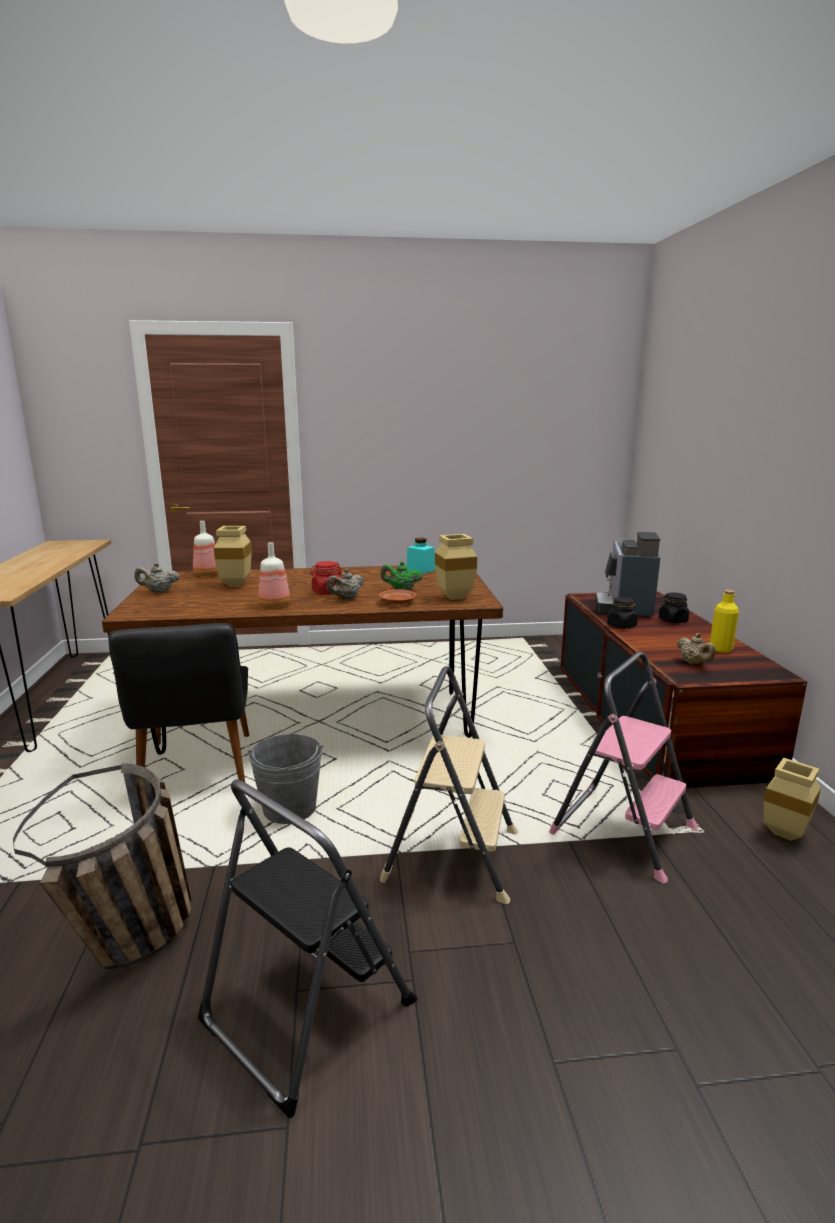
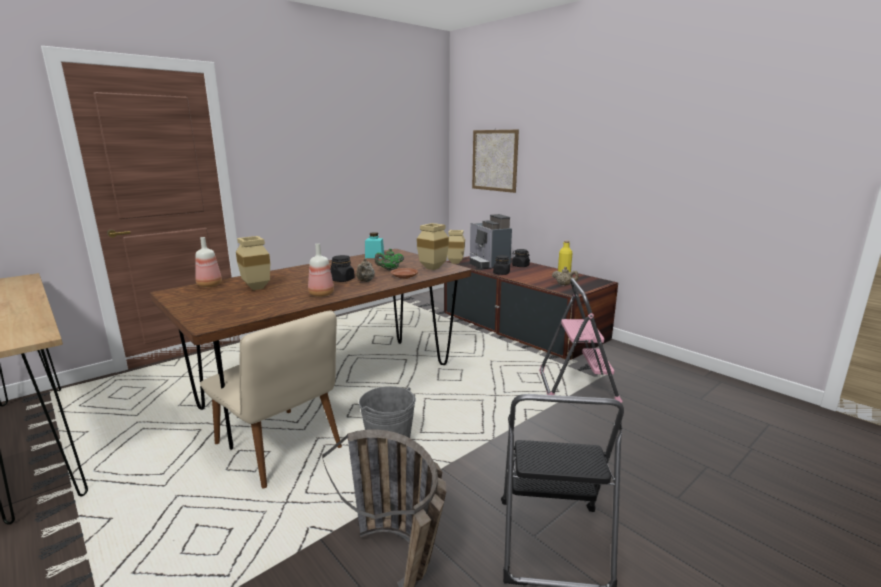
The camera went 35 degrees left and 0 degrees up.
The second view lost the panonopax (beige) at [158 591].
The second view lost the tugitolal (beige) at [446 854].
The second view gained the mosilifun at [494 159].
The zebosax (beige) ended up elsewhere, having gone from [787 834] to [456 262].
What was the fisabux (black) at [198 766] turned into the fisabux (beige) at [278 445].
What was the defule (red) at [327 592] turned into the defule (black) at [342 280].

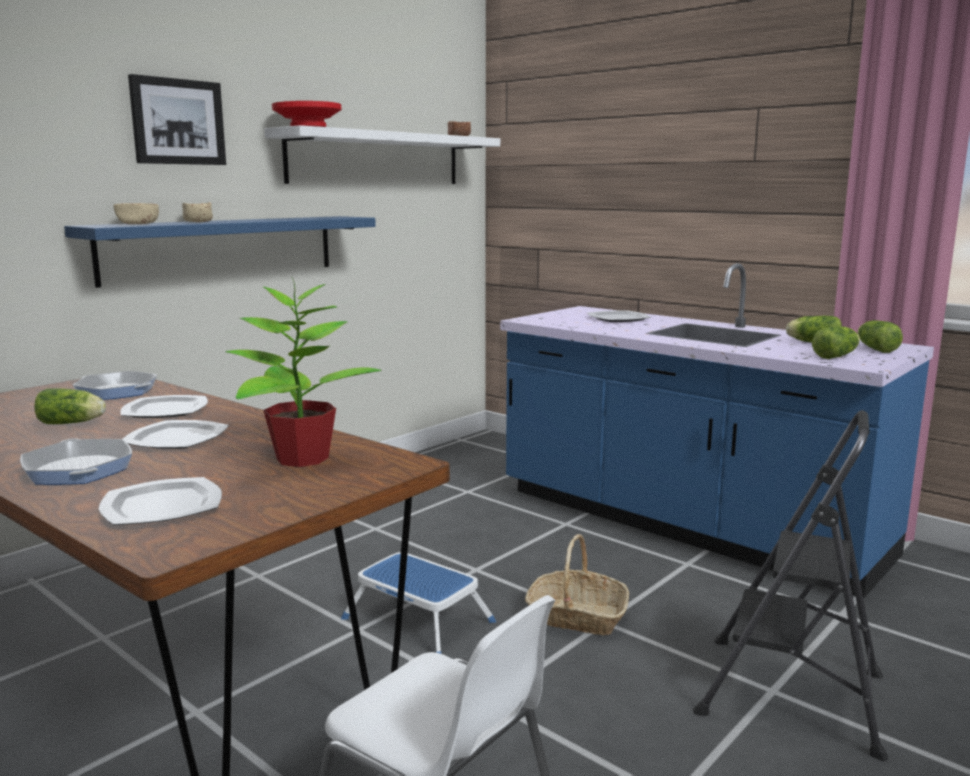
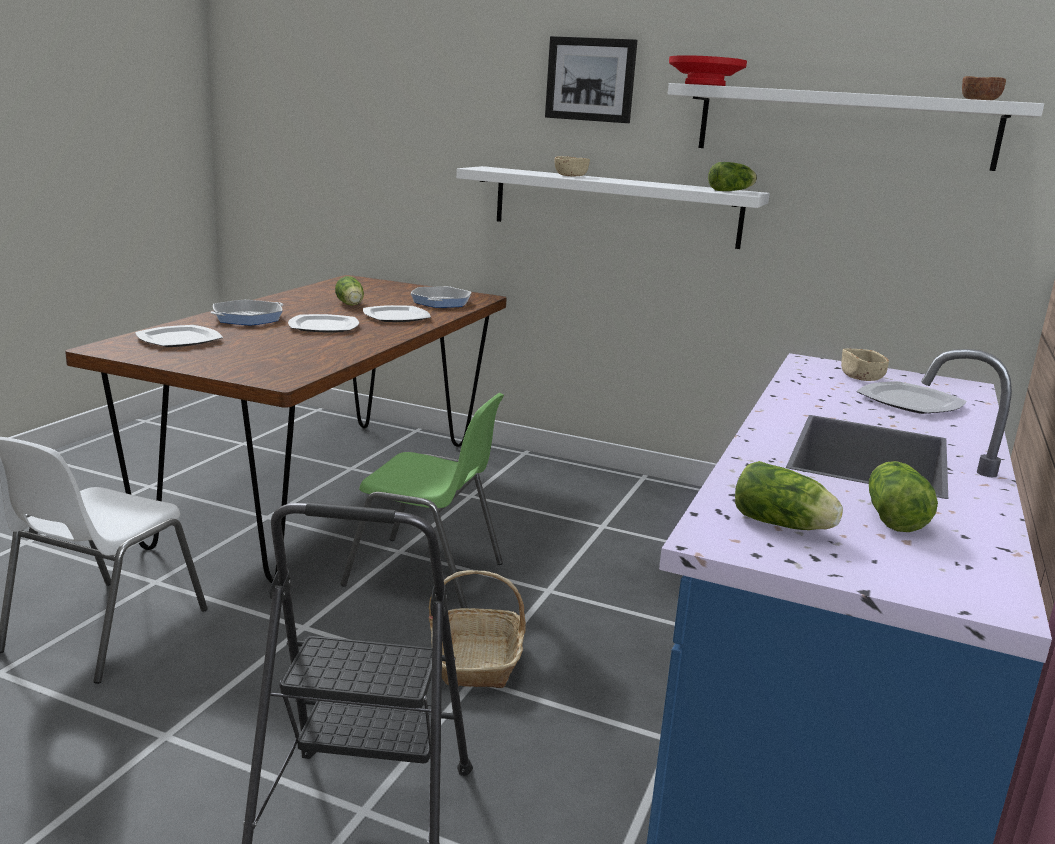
The camera went 70 degrees right and 5 degrees up.
The second view lost the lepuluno at [300 458].
The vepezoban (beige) ended up elsewhere, having gone from [138 224] to [861 377].
The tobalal ended up elsewhere, having gone from [875 349] to [732 191].
Where the tugitolal (blue) stood at [417 620], the fisabux (green) came to stand at [427 575].
What was the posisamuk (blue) at [222 248] turned into the posisamuk (white) at [615 206].

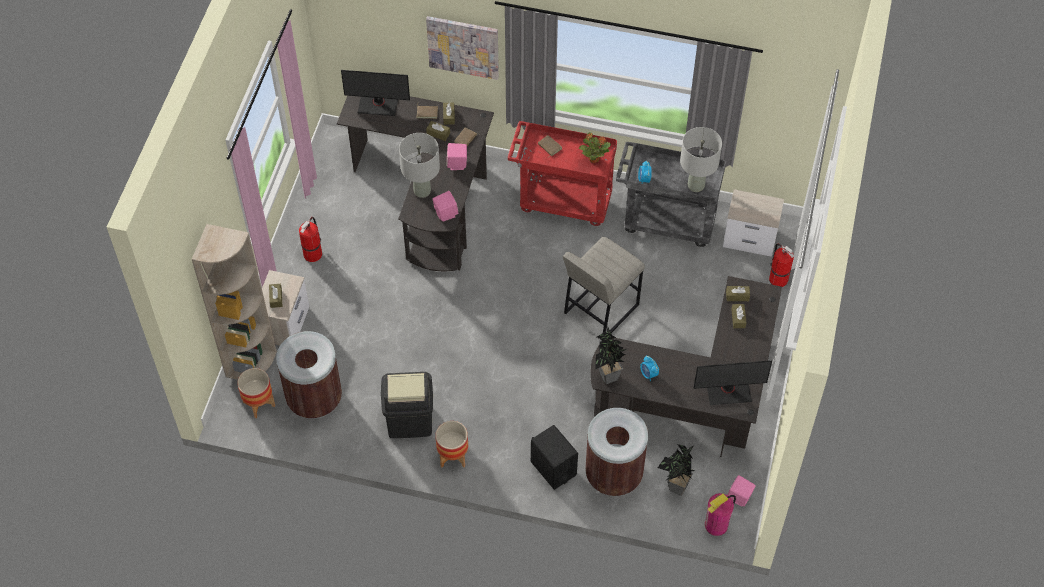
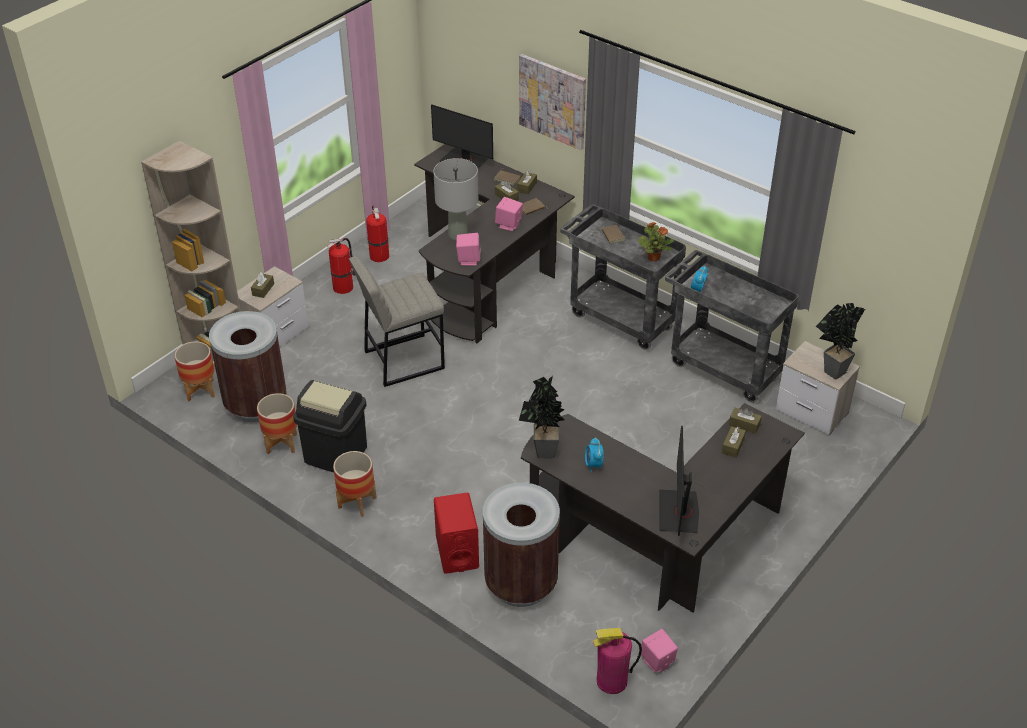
The camera went 25 degrees right and 15 degrees down.
The second view lost the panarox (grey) at [695 185].
The second view gained the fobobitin at [282 443].
The fisabux (grey) ended up elsewhere, having gone from [600 310] to [402 361].
The lepuluno ended up elsewhere, having gone from [675 489] to [831 372].
The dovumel ended up elsewhere, having gone from [777 278] to [379 255].
What was the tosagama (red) at [561 205] turned into the tosagama (grey) at [617 321].
What was the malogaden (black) at [553 468] turned into the malogaden (red) at [457 552].
The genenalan at [728 391] ended up facing another way, 75 degrees clockwise from before.

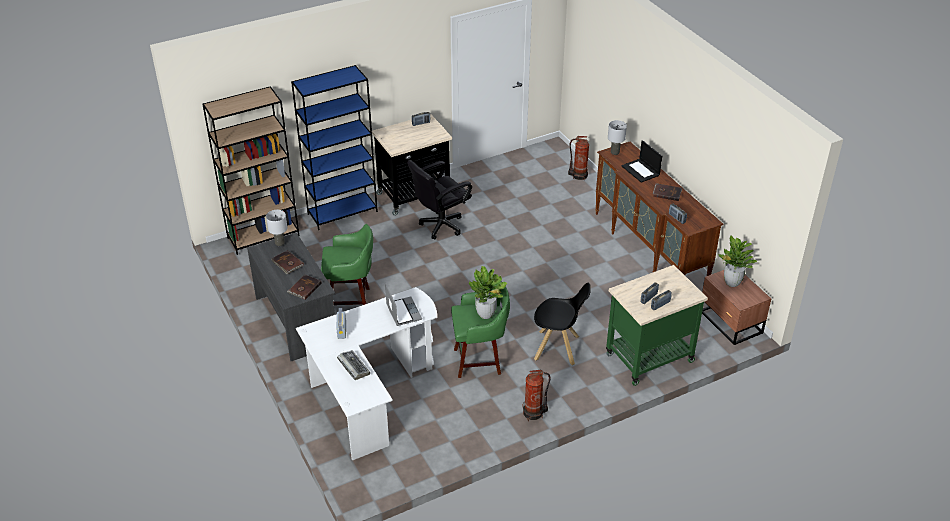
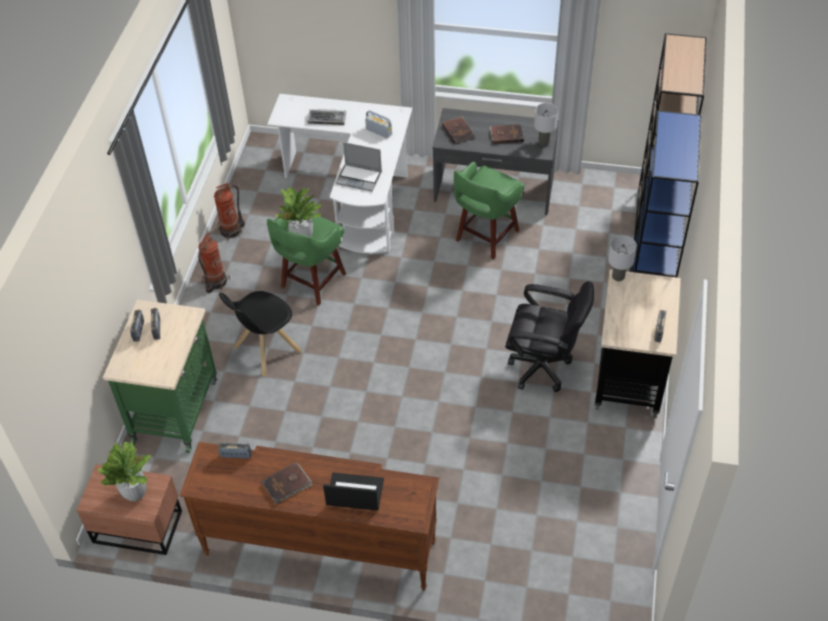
The camera went 130 degrees right and 10 degrees up.
The dovumel ended up elsewhere, having gone from [579 175] to [232 230].
The panarox (white) ended up elsewhere, having gone from [615 153] to [617 277].
The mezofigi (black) at [440 227] ended up facing another way, 105 degrees clockwise from before.

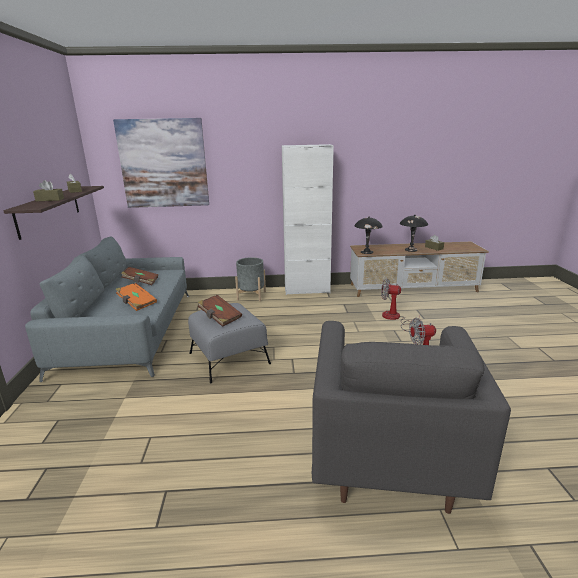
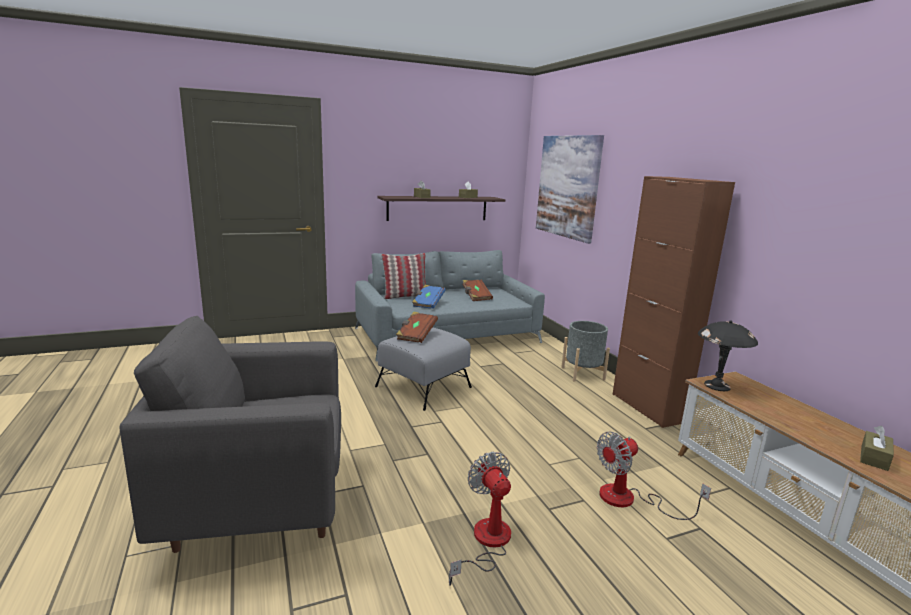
The camera went 70 degrees right and 5 degrees down.
The second view lost the panarox (black) at [411 249].
The second view gained the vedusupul at [405 296].
What was the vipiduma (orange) at [136 303] turned into the vipiduma (blue) at [428 303].
What was the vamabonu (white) at [307 290] turned into the vamabonu (brown) at [648 408].
The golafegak at [394 318] ended up facing another way, 120 degrees counterclockwise from before.

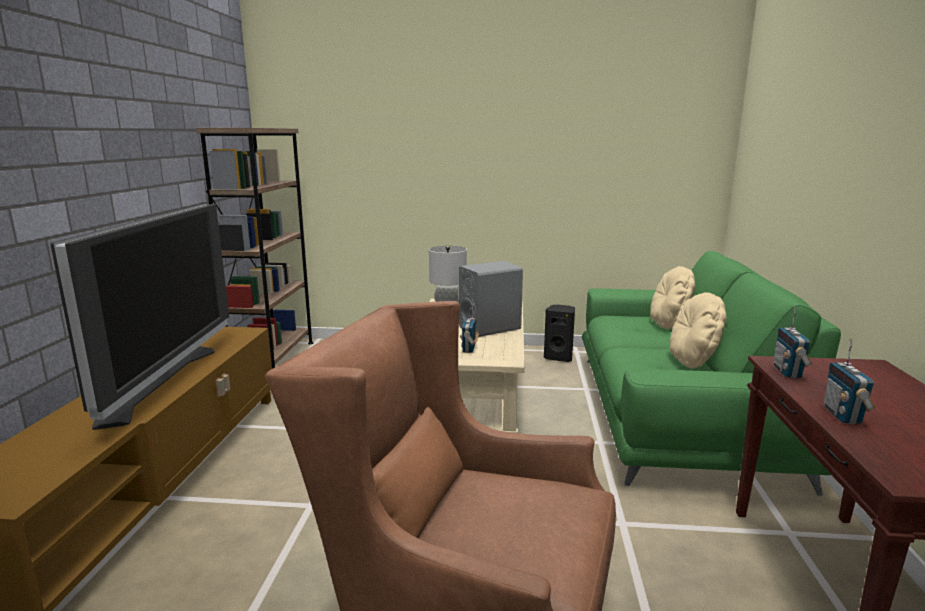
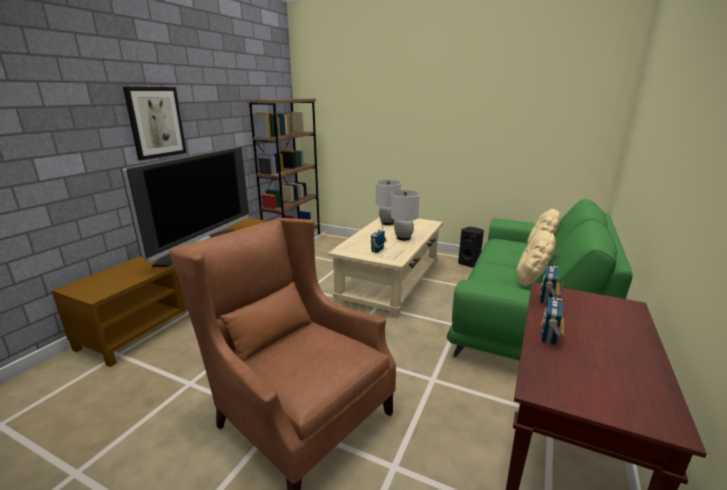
The camera went 20 degrees right and 5 degrees up.
The second view gained the mosilifun at [156 122].
Where the malogaden (grey) stood at [490 328], the panarox (white) came to stand at [403 238].

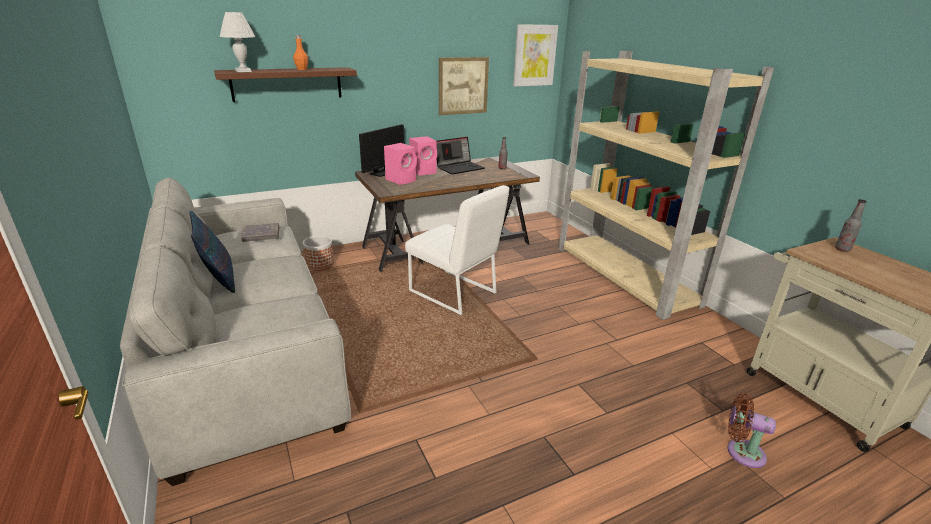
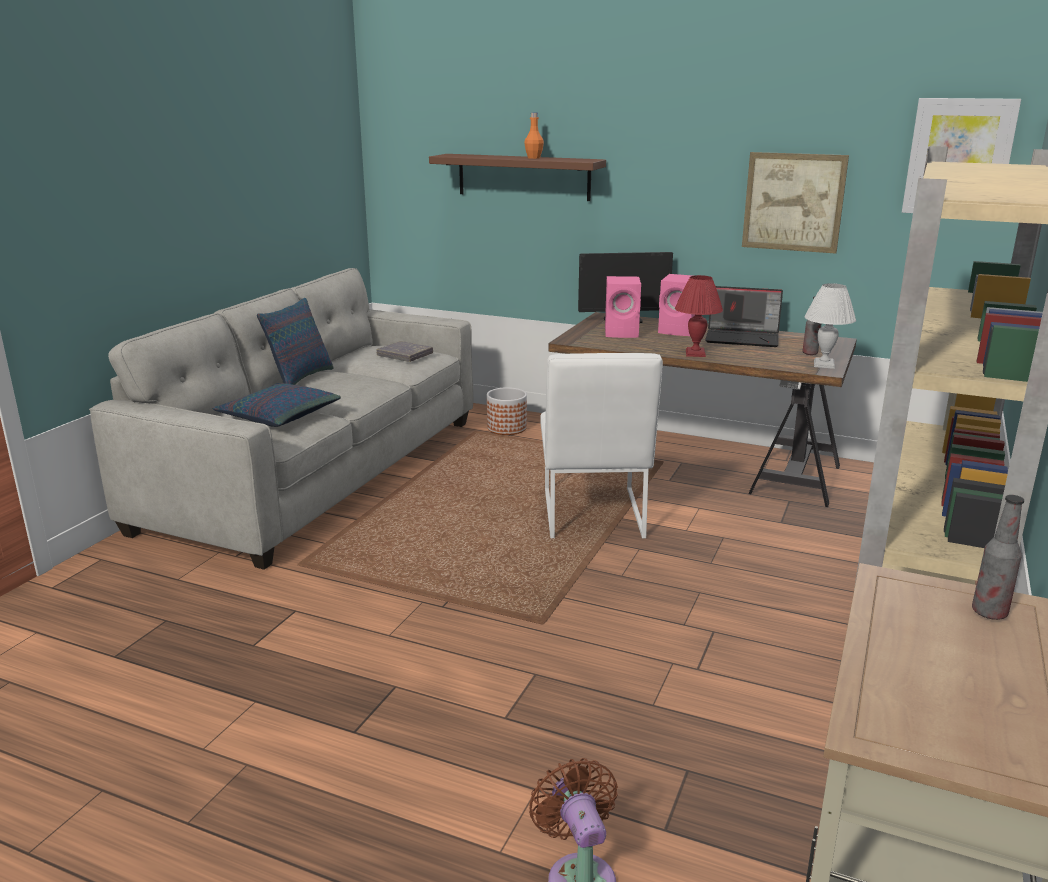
The camera went 50 degrees right and 5 degrees down.
The second view gained the vedusupul (blue) at [279 416].
The second view gained the panarox (red) at [695 353].
The panarox (white) ended up elsewhere, having gone from [243 71] to [824 365].

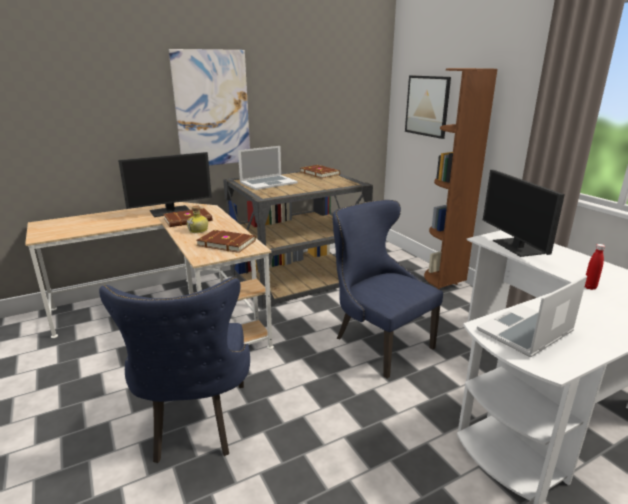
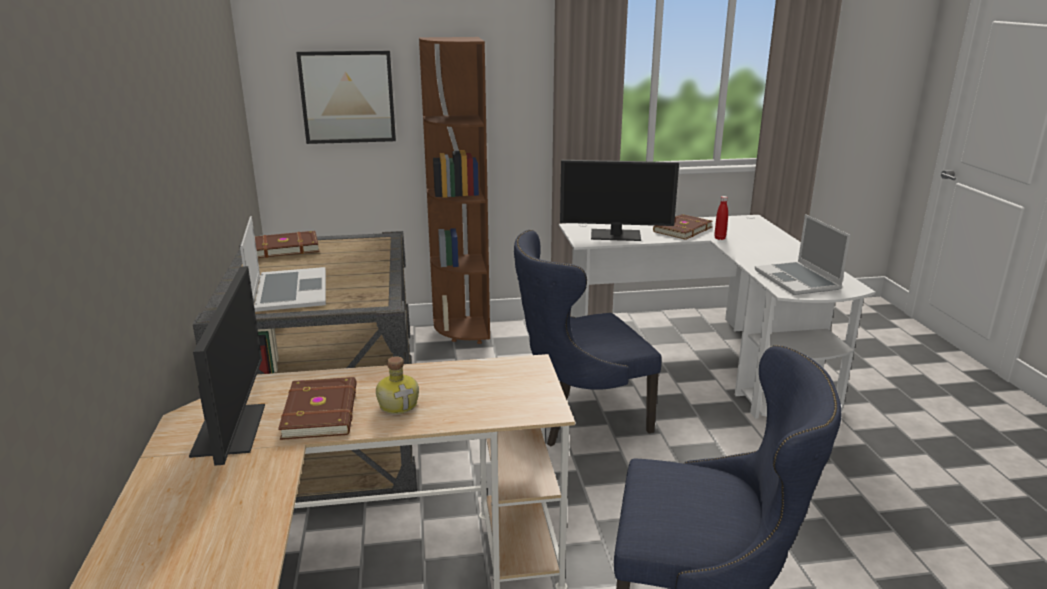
The camera went 70 degrees left and 0 degrees up.
The second view lost the mosilifun at [212 109].
The vipiduma (brown) ended up elsewhere, having gone from [226 243] to [681 229].

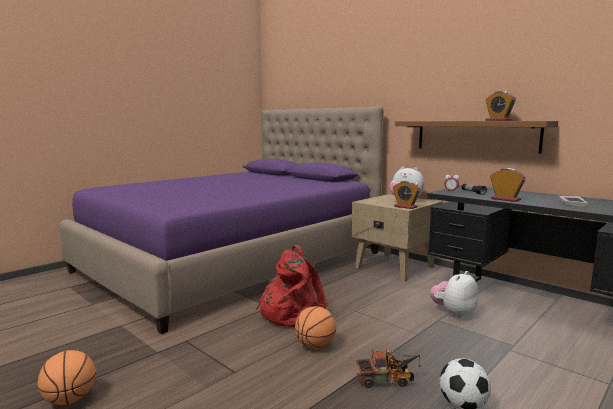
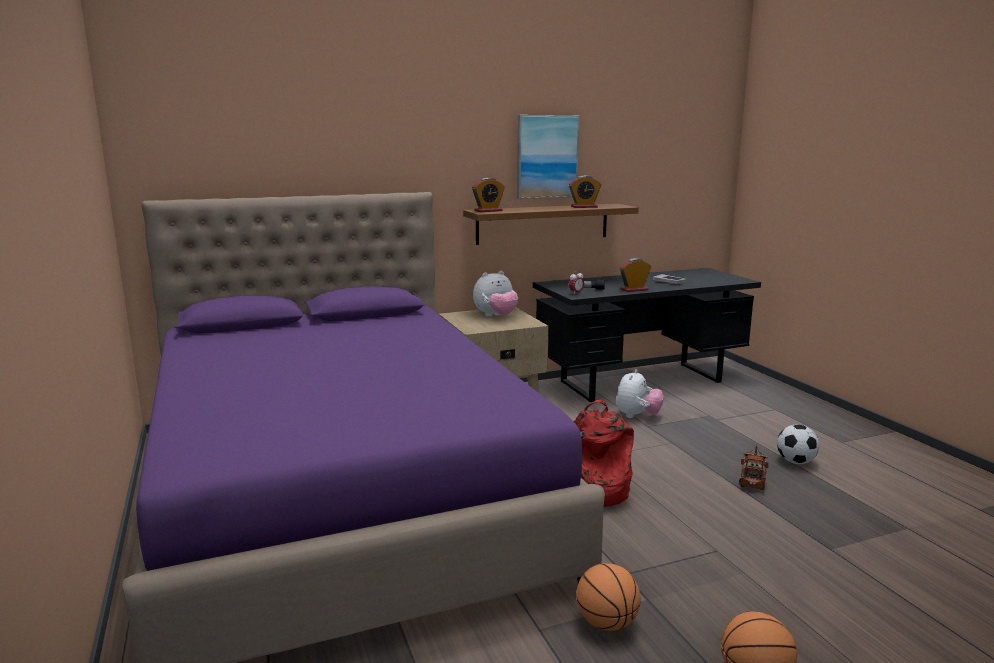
The camera went 65 degrees left and 5 degrees up.
The second view gained the mosilifun at [546 157].
The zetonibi ended up elsewhere, having gone from [315 346] to [606 623].
The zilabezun ended up elsewhere, having gone from [405 207] to [488 211].
The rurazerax at [453 313] ended up facing another way, 135 degrees counterclockwise from before.

